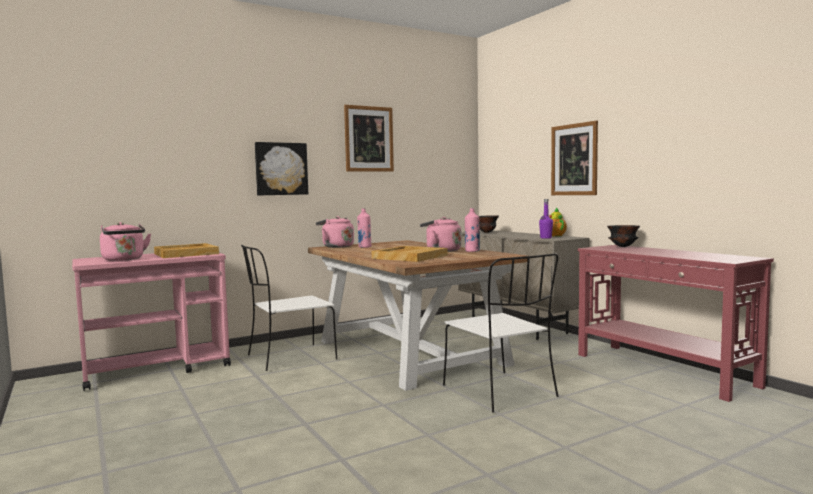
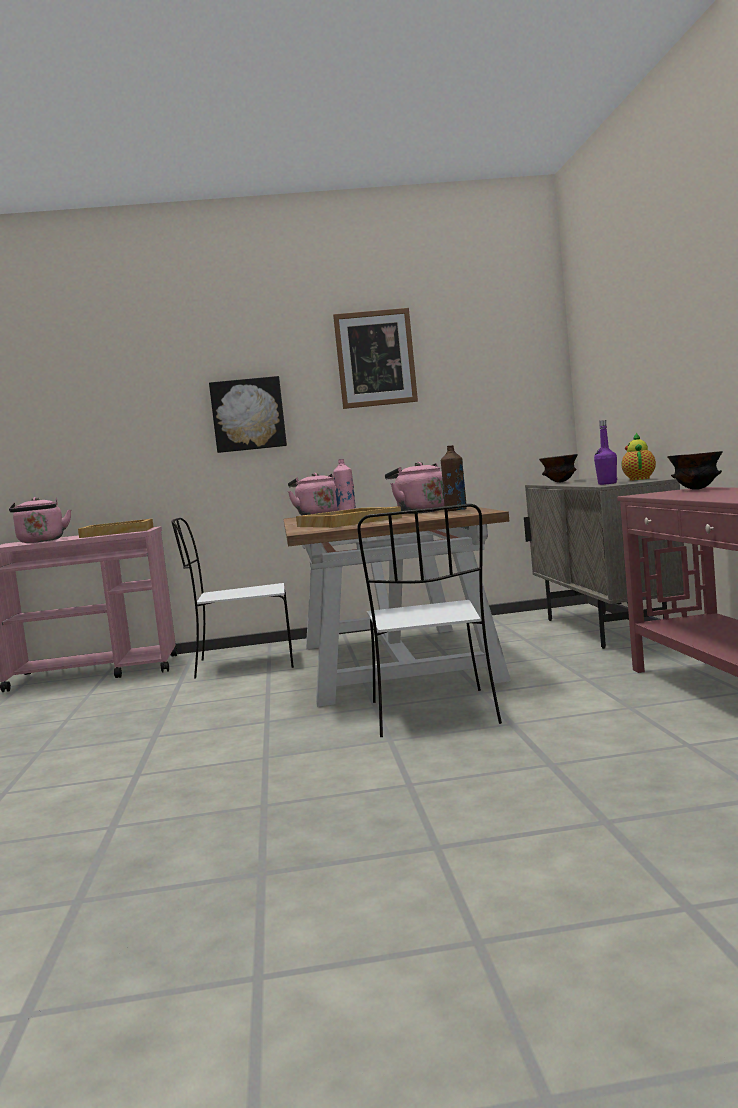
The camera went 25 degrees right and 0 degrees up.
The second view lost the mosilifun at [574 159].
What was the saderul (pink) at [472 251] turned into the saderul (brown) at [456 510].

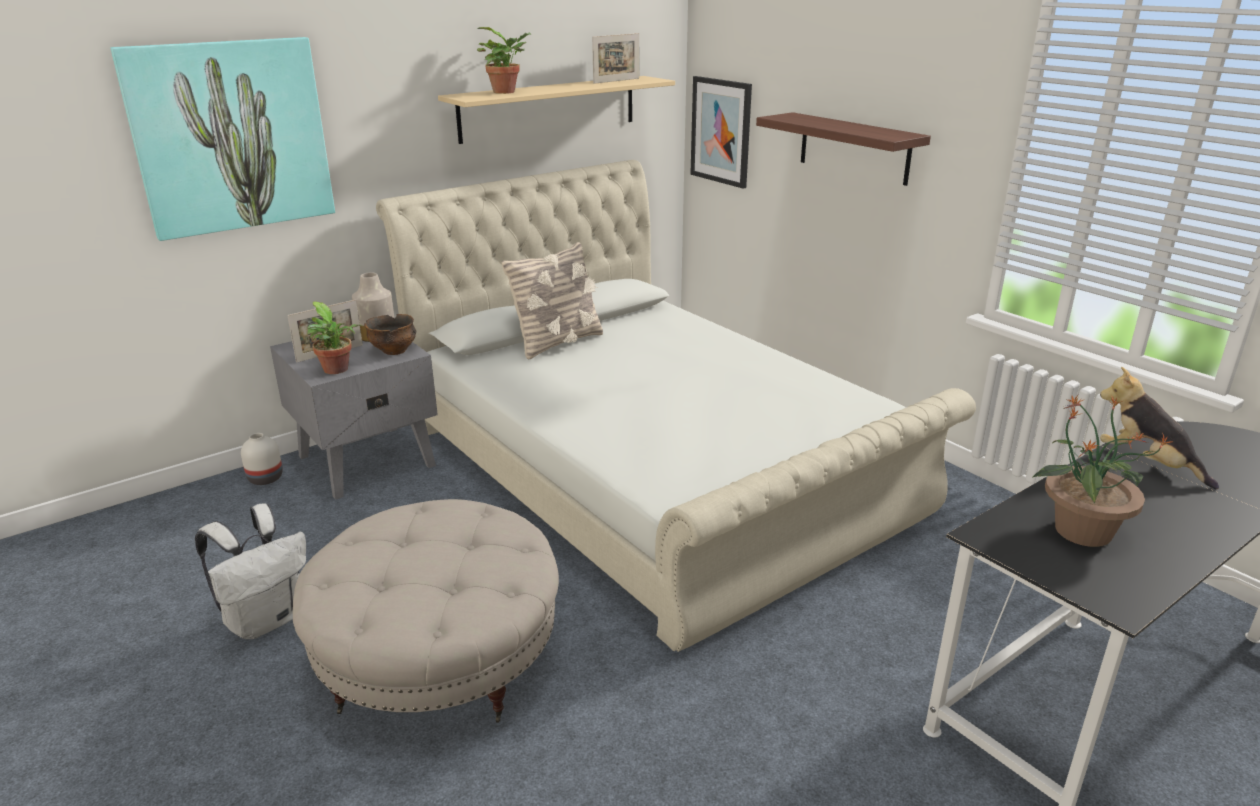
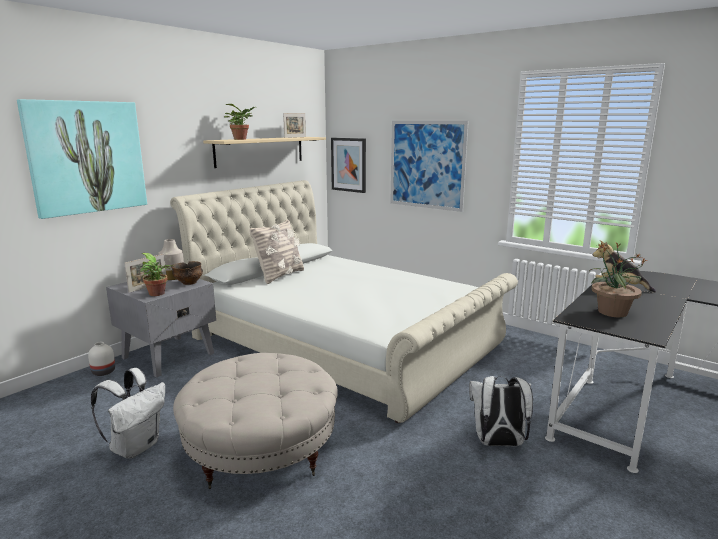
The camera went 15 degrees left and 10 degrees down.
The second view gained the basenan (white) at [498 443].
Where the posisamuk hung at [854 148], the mosilifun came to hang at [427 165].

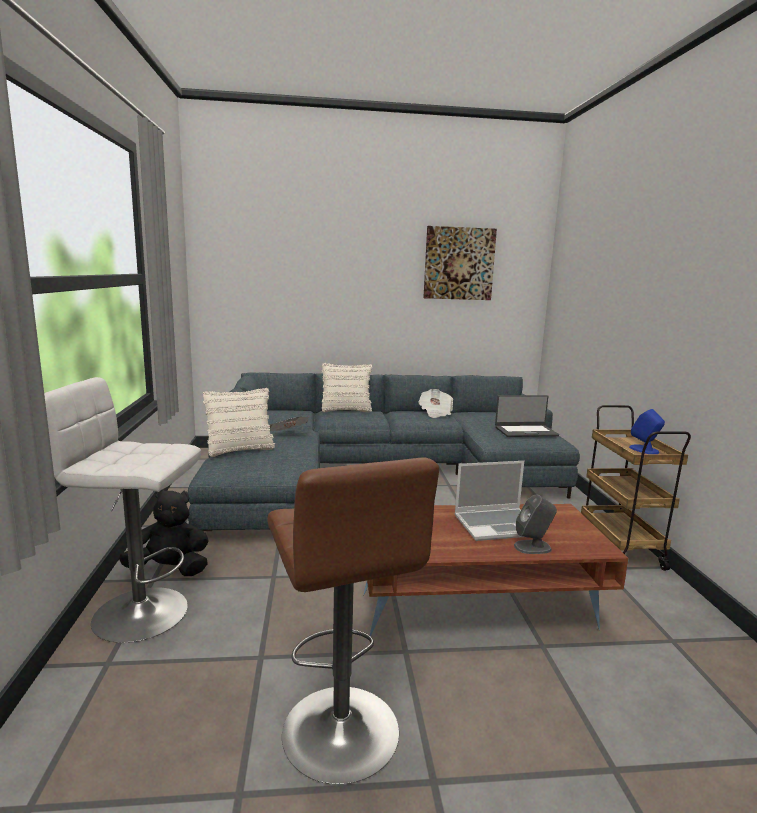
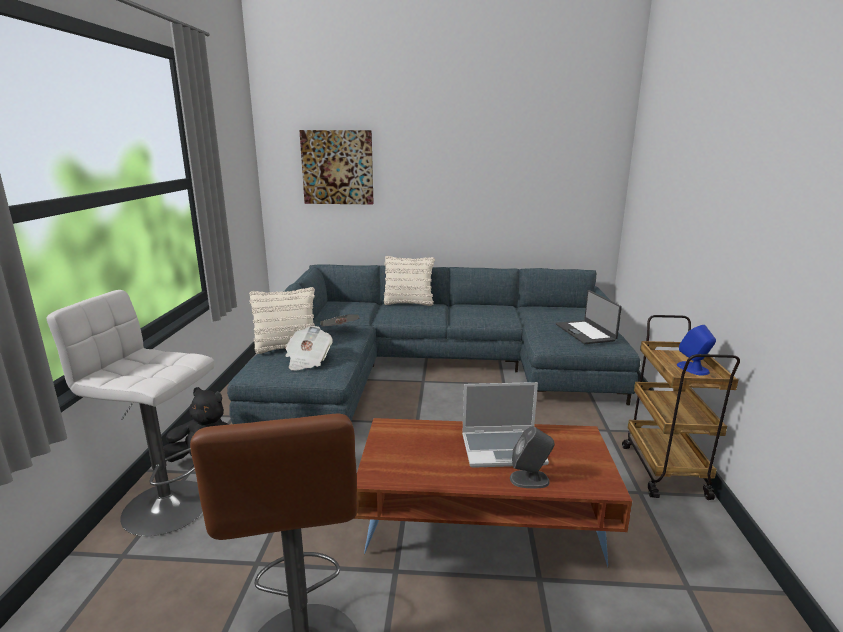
The camera went 10 degrees right and 5 degrees up.
The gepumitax ended up elsewhere, having gone from [435 413] to [307 360].
The mosilifun ended up elsewhere, having gone from [459 263] to [337 167].
The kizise at [525 431] ended up facing another way, 75 degrees clockwise from before.

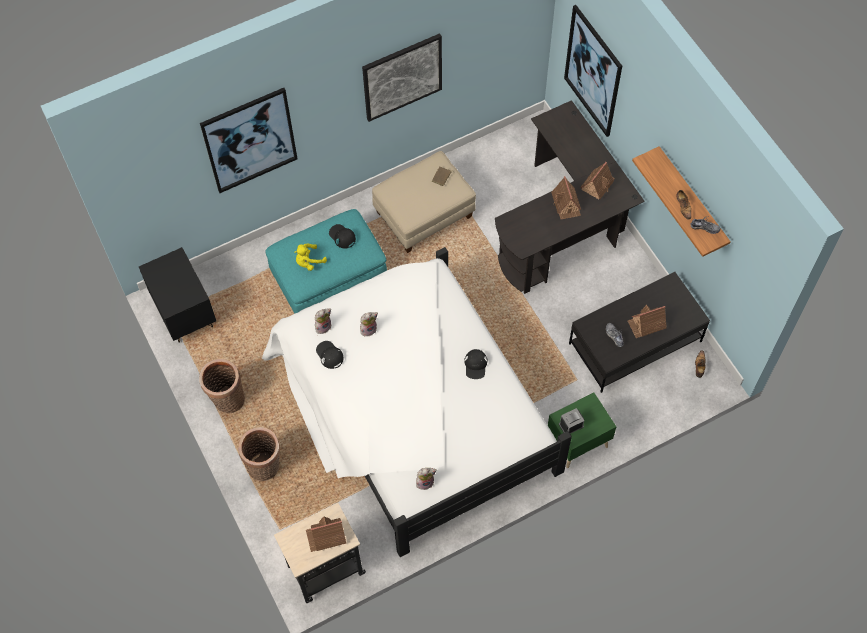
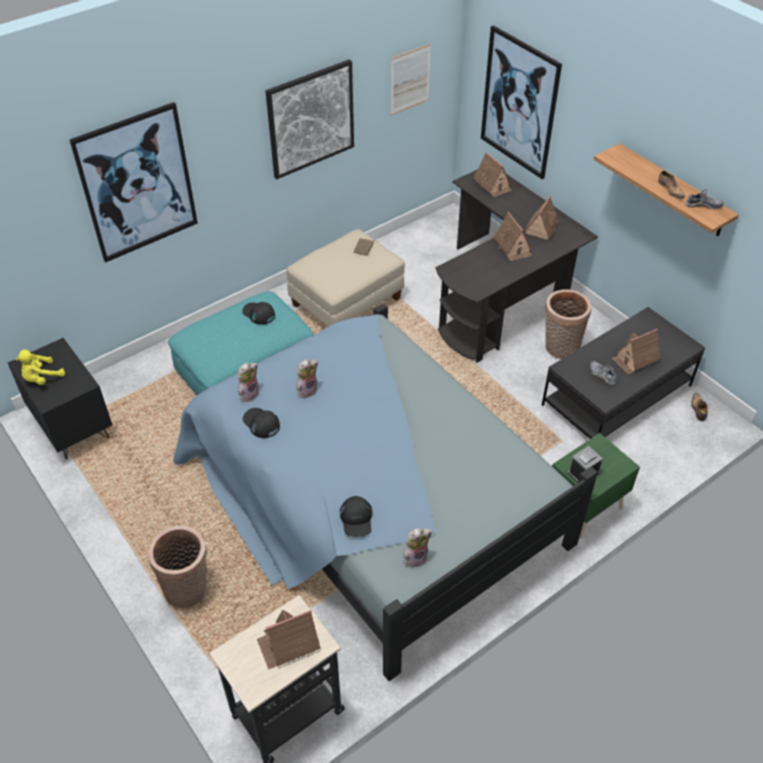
The camera went 10 degrees left and 15 degrees down.
The second view gained the mosilifun at [410 79].
The second view gained the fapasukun at [493 185].
The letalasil ended up elsewhere, having gone from [227 400] to [560 348].
The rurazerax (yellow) ended up elsewhere, having gone from [309 262] to [42 378].
The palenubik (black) ended up elsewhere, having gone from [475 365] to [356 519].
What was the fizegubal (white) at [412 410] turned into the fizegubal (blue) at [371 498].

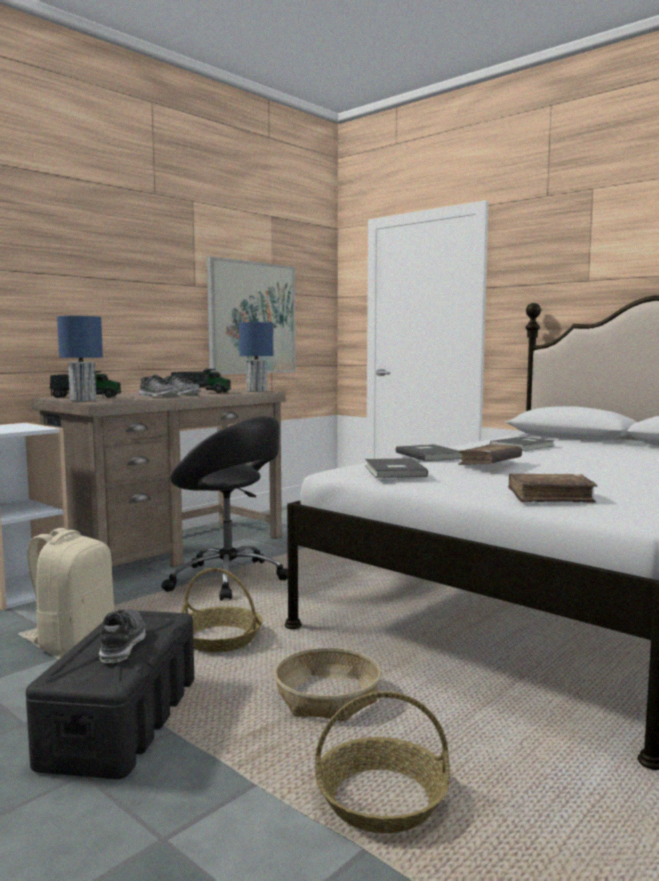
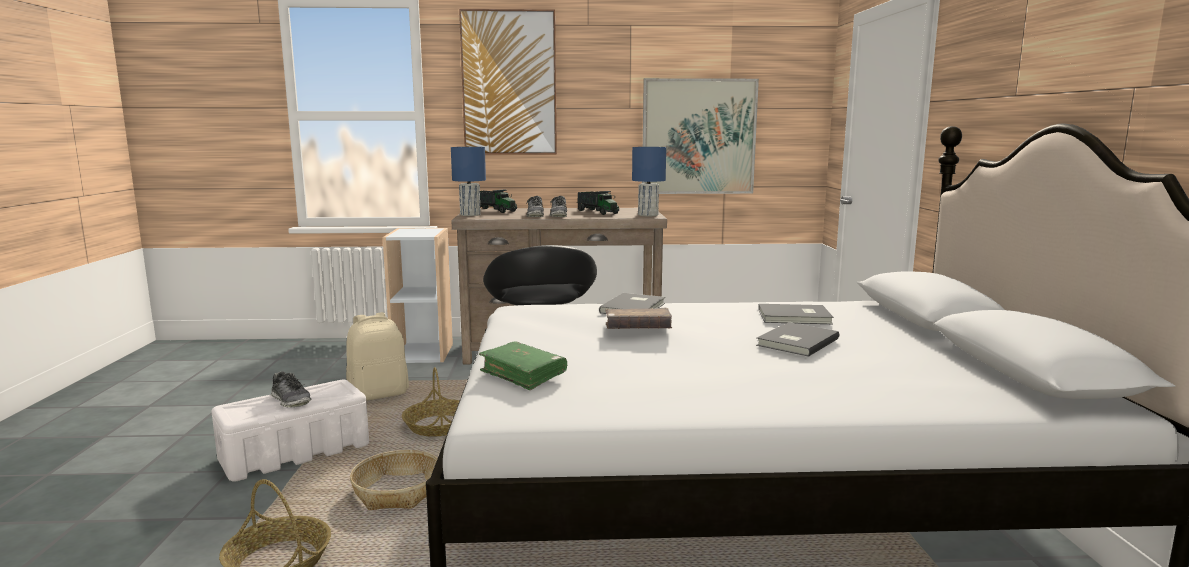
The camera went 45 degrees right and 5 degrees up.
The second view gained the mosilifun at [509 83].
The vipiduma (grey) ended up elsewhere, having gone from [393 471] to [795 342].
What was the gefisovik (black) at [122 720] turned into the gefisovik (white) at [296 452].
What was the vipiduma (brown) at [550 497] turned into the vipiduma (green) at [523 374].
The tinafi at [122 644] ended up facing another way, 90 degrees clockwise from before.

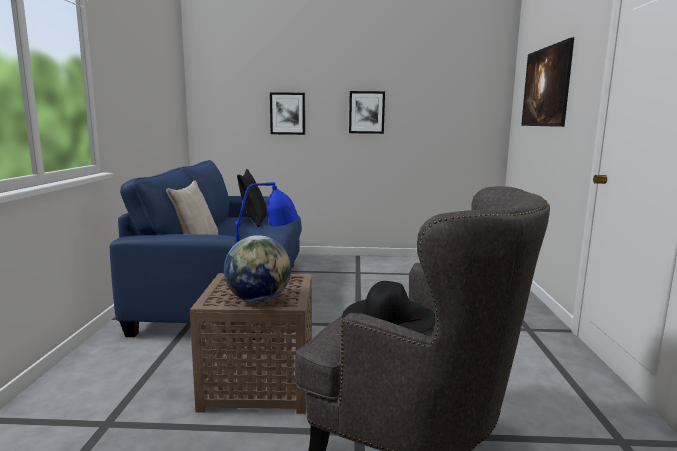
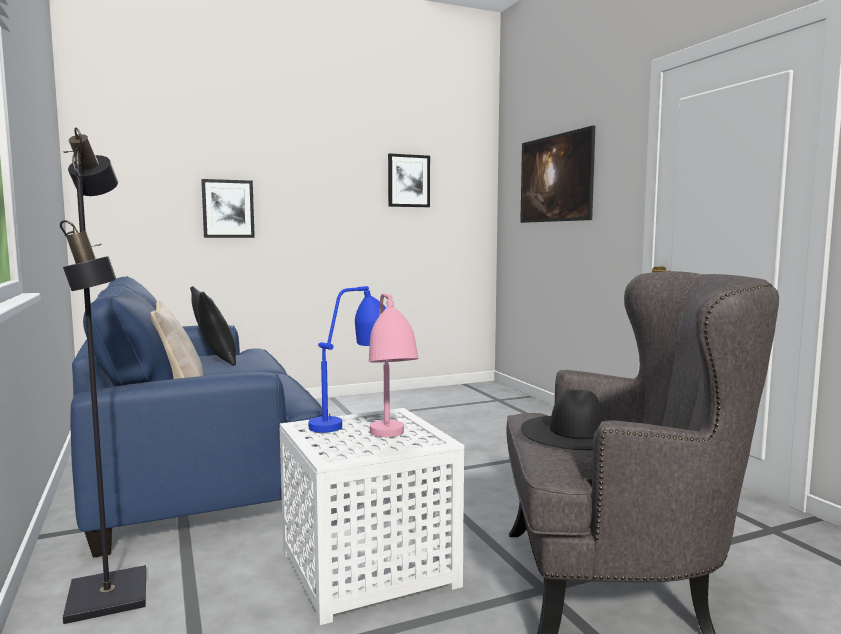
The camera went 25 degrees left and 5 degrees down.
The second view gained the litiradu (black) at [107 596].
The mosilifun ended up elsewhere, having gone from [366 112] to [408 181].
Where the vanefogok stood at [258 300], the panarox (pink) came to stand at [391 444].
What was the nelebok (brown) at [257 384] turned into the nelebok (white) at [366 570].

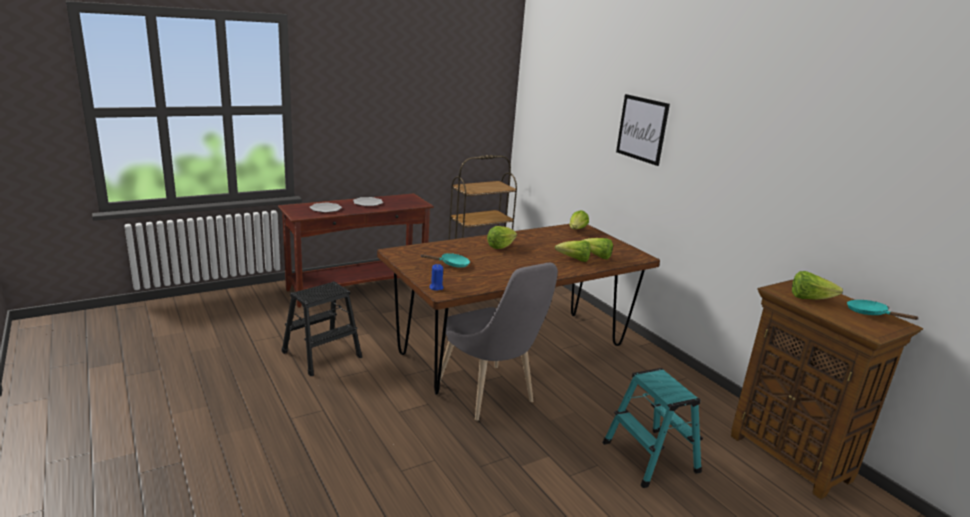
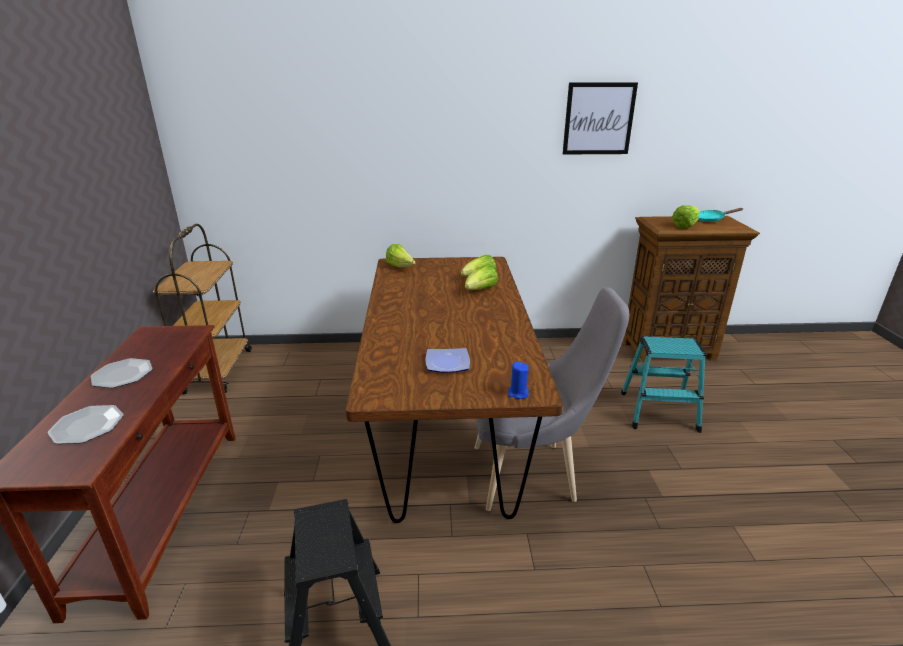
The camera went 60 degrees left and 5 degrees up.
The second view lost the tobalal at [500 246].
The mosilifun ended up elsewhere, having gone from [642 129] to [598 119].
Where the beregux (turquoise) stood at [451 264], the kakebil came to stand at [448 363].

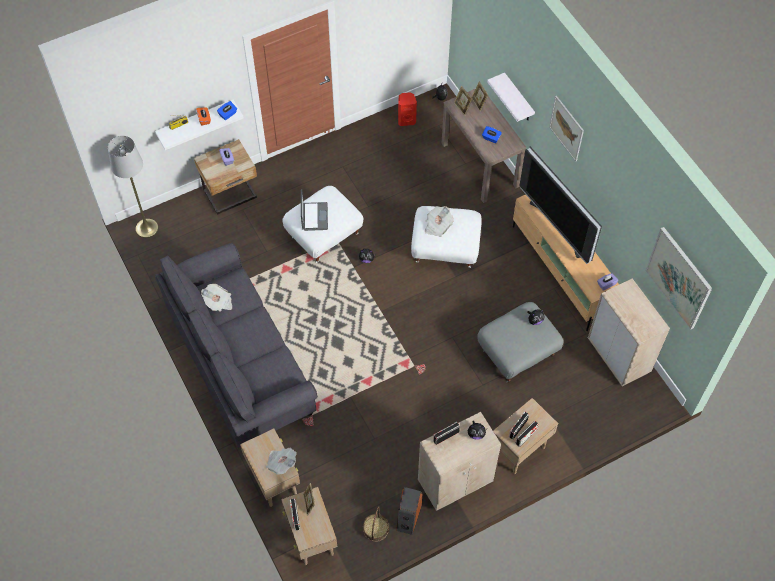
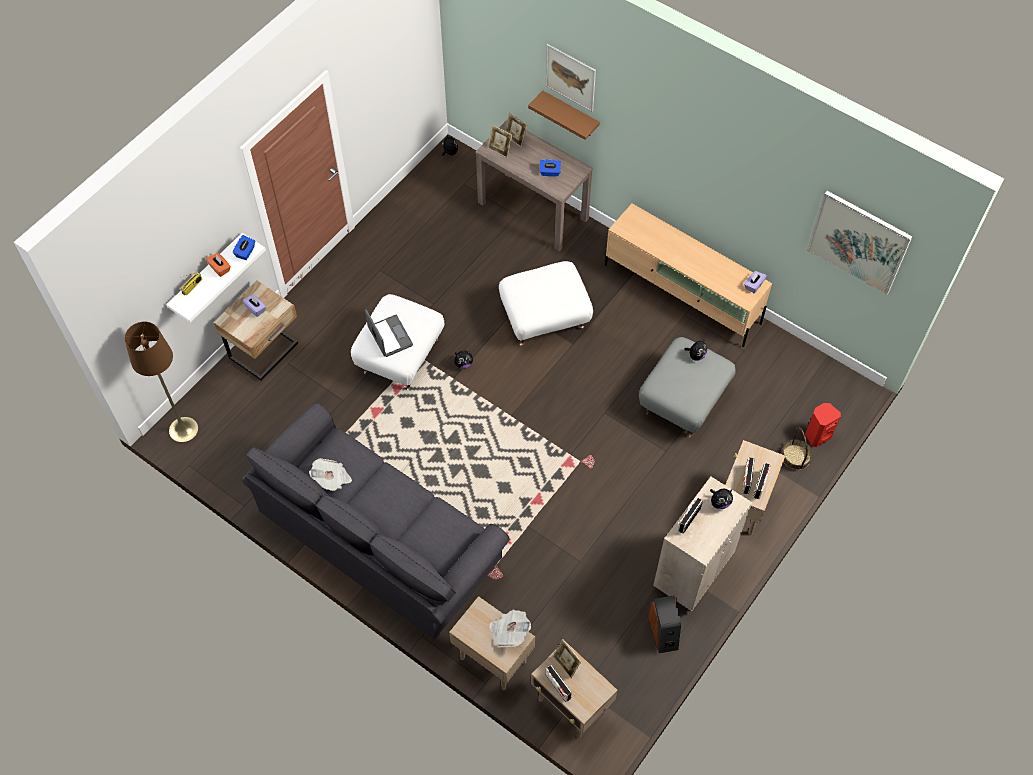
The camera went 25 degrees left and 0 degrees up.
The second view lost the gepumitax at [437 226].
The second view lost the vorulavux at [559 227].
The second view lost the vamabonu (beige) at [619 357].
The letalasil ended up elsewhere, having gone from [376 529] to [796 457].
The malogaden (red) ended up elsewhere, having gone from [406 120] to [817 435].
The mosilifun ended up elsewhere, having gone from [566 128] to [570 77].
What was the litiradu (grey) at [147 228] turned into the litiradu (brown) at [183 430].
What was the posisamuk (white) at [518 99] turned into the posisamuk (brown) at [570 115].

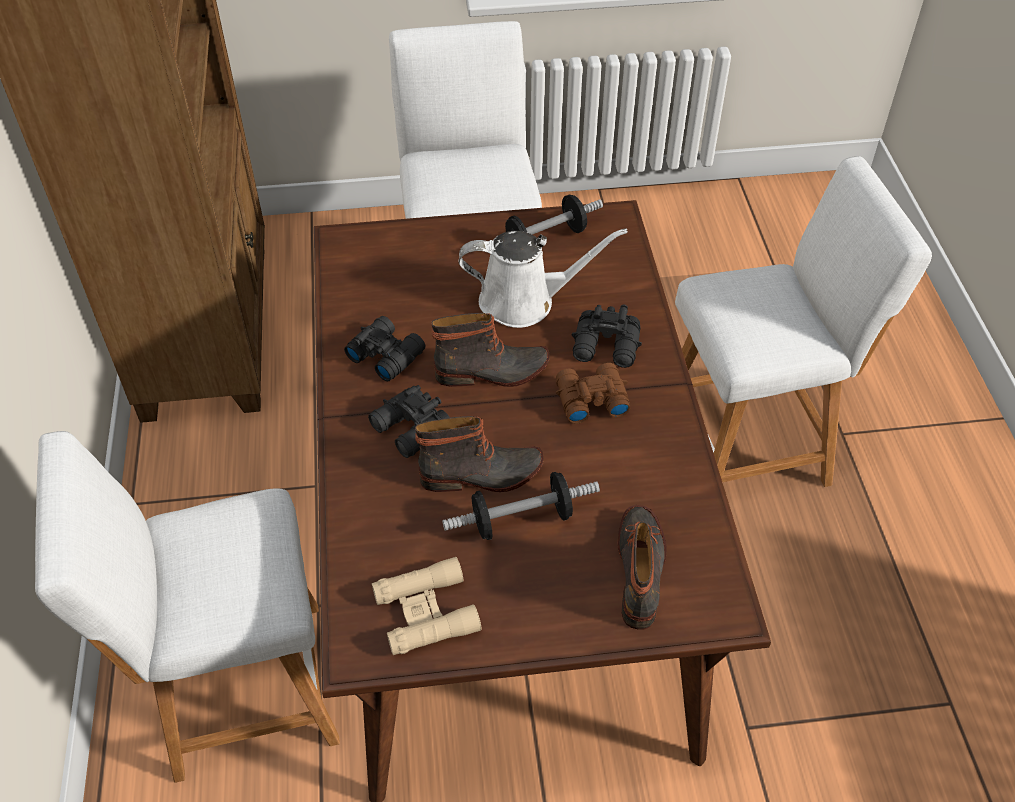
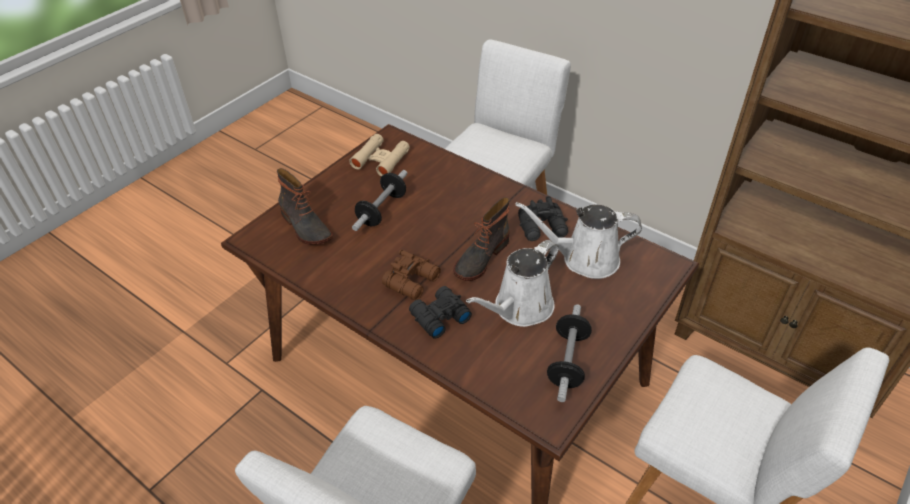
The camera went 135 degrees right and 5 degrees down.
The second view lost the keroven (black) at [410 430].
The second view lost the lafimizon at [482 475].
The second view gained the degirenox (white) at [584 259].

